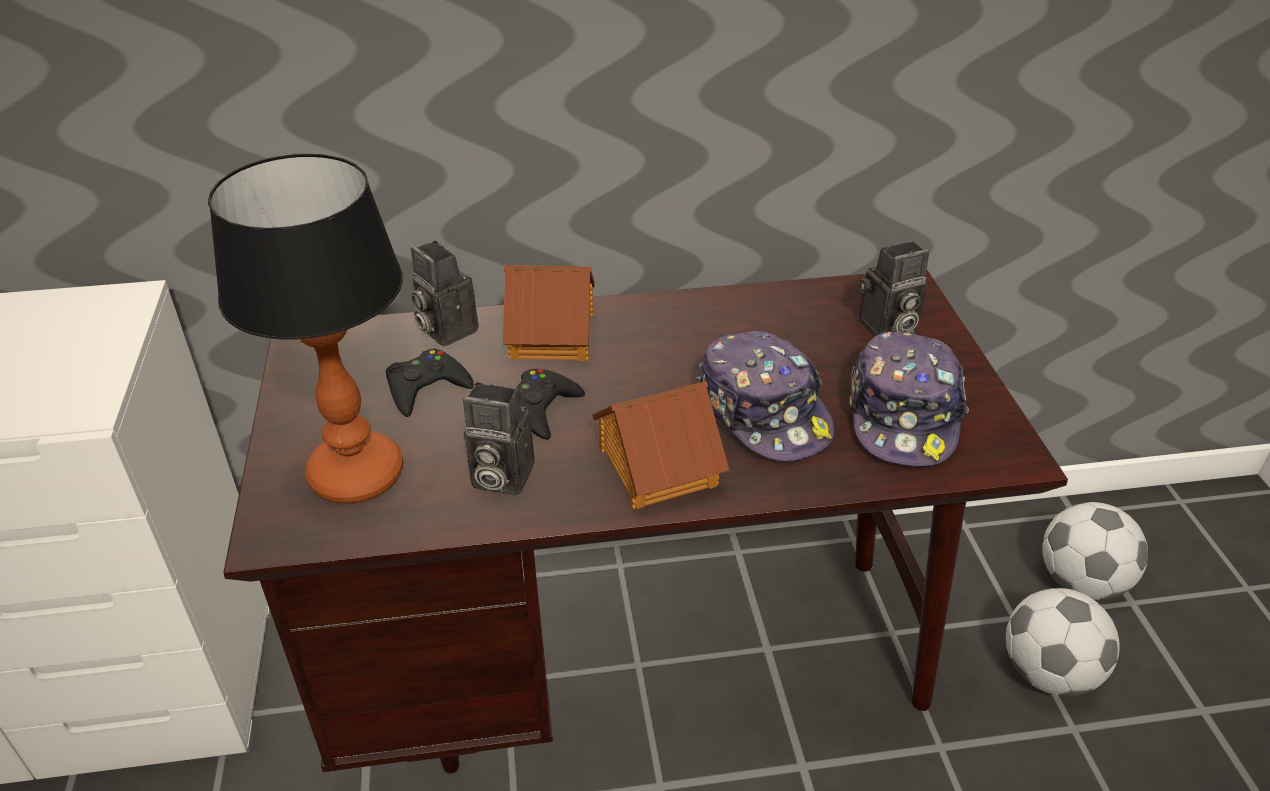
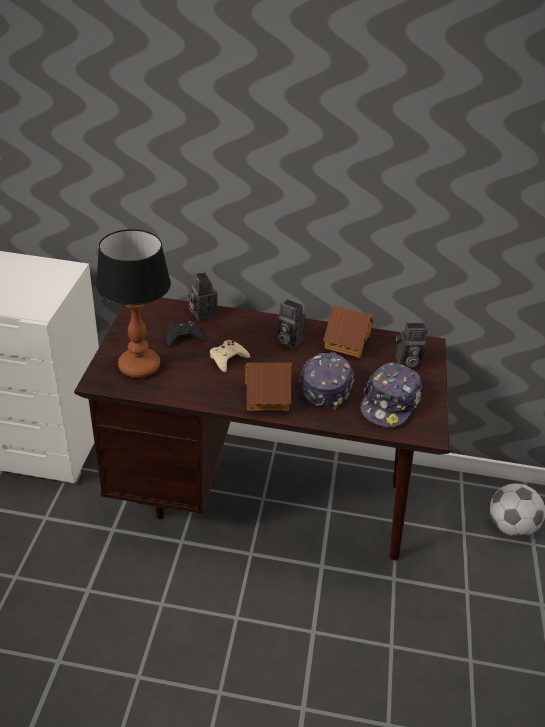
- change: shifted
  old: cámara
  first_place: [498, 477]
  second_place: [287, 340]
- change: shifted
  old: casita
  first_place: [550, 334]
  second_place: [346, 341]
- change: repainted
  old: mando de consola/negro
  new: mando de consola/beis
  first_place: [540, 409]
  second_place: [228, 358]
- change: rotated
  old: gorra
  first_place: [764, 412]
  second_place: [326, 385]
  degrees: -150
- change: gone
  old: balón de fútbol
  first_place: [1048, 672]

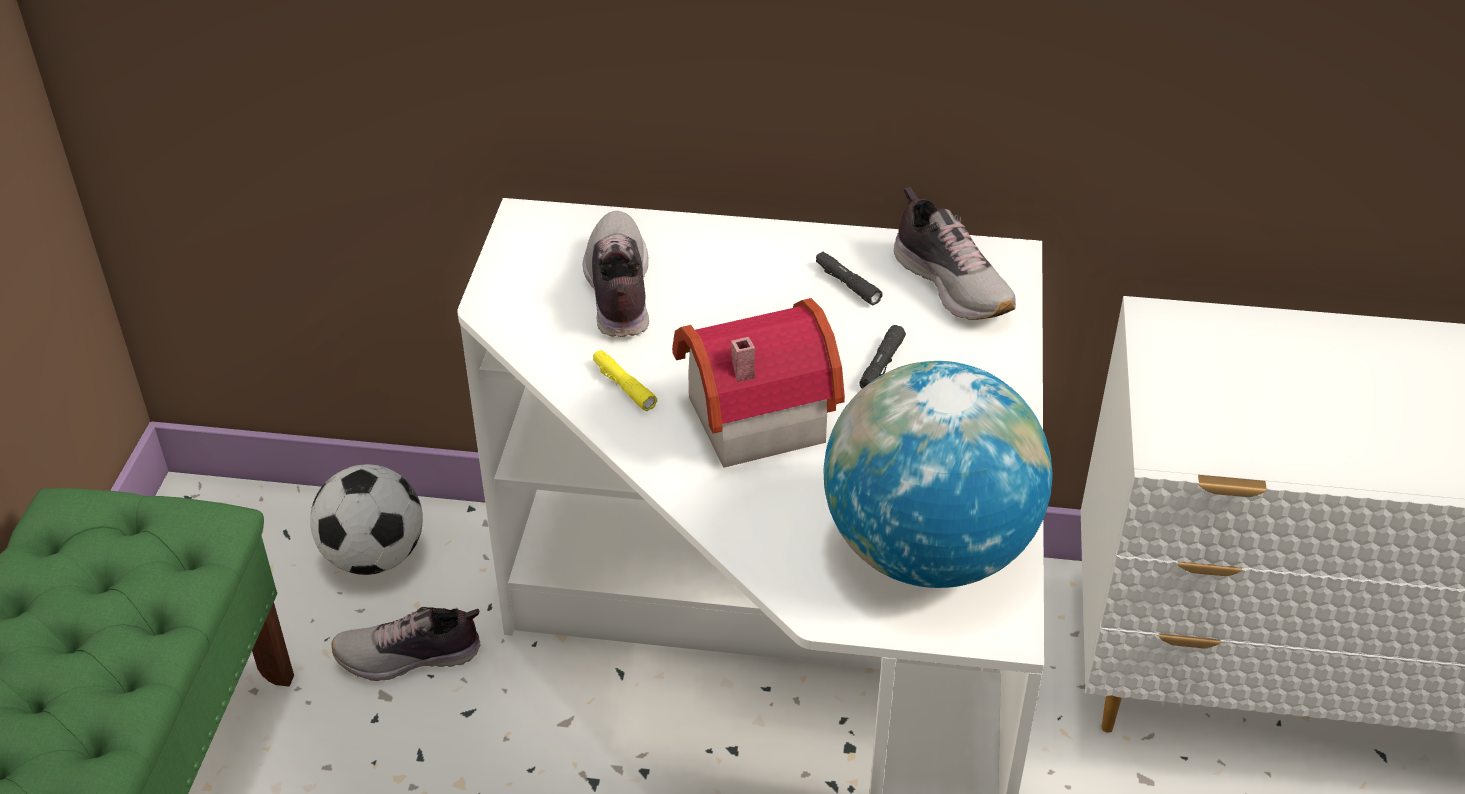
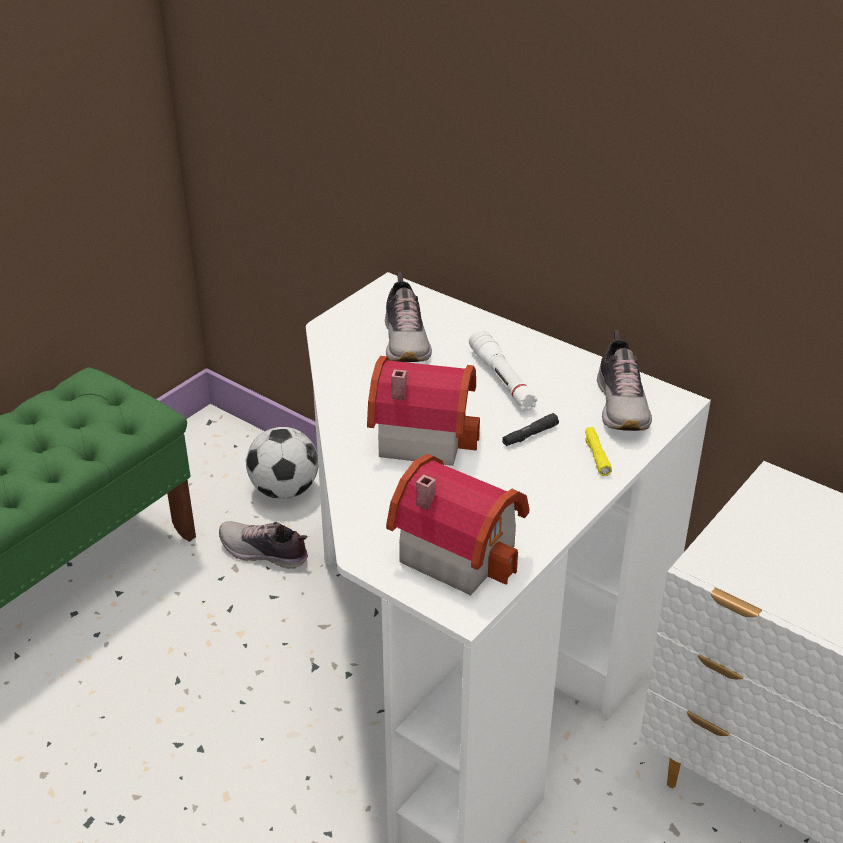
- change: rotated
  old: zapato
  first_place: [617, 290]
  second_place: [406, 341]
  degrees: 150
- change: shifted
  old: linterna/amarillo
  first_place: [623, 386]
  second_place: [596, 455]
- change: gone
  old: linterna/negro
  first_place: [847, 284]
- change: swapped
  old: globo terráqueo
  new: casita
  first_place: [927, 550]
  second_place: [458, 548]
- change: new
  new: linterna/blanco
  second_place: [502, 379]

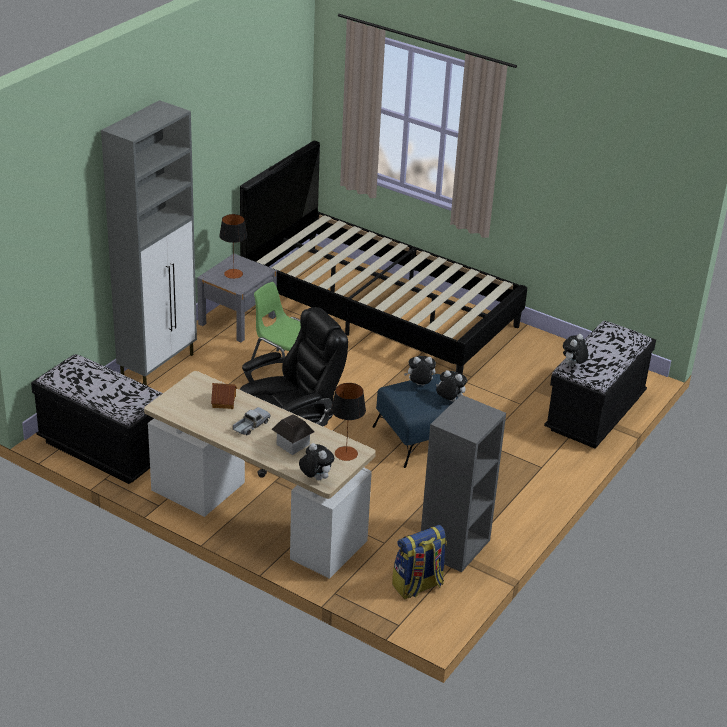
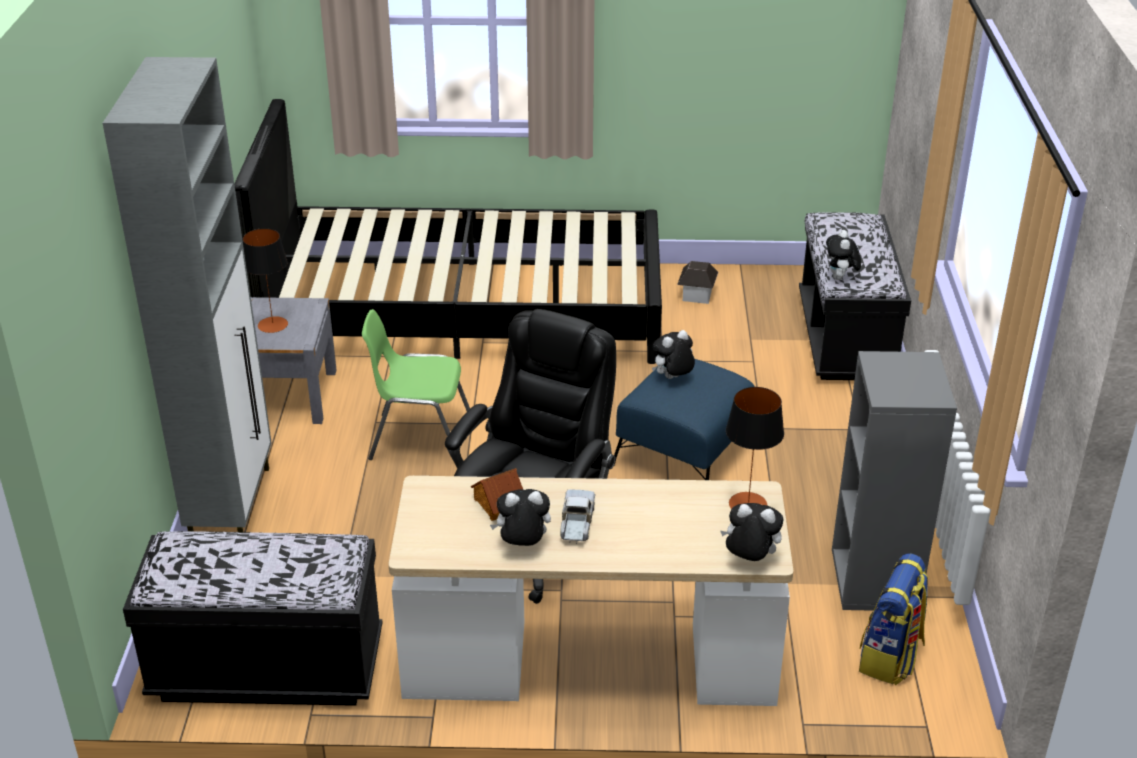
- change: shifted
  old: casita
  first_place: [292, 444]
  second_place: [696, 295]
- change: shifted
  old: peluche
  first_place: [449, 400]
  second_place: [522, 545]

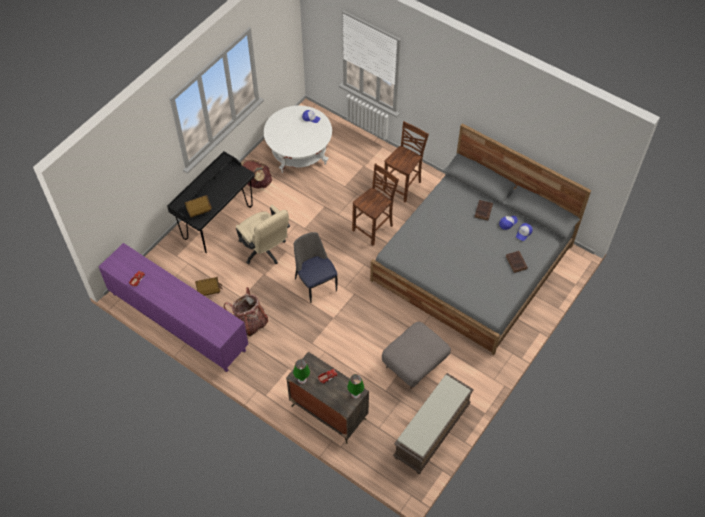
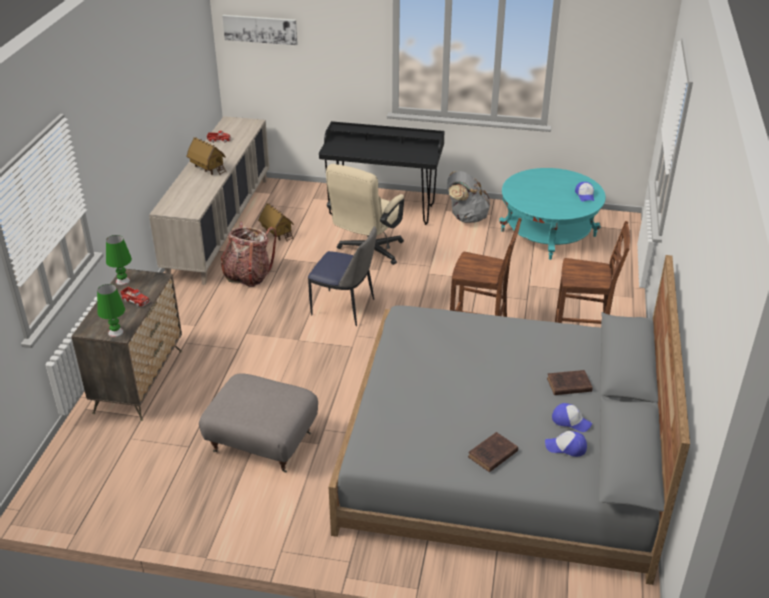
- change: repainted
  old: armario/morado
  new: armario/beis
  first_place: [178, 322]
  second_place: [219, 227]
- change: shifted
  old: casita
  first_place: [199, 211]
  second_place: [208, 169]
- change: repainted
  old: mochila/marrón
  new: mochila/gris
  first_place: [255, 183]
  second_place: [466, 217]
- change: repainted
  old: mesa de centro/blanco
  new: mesa de centro/turquesa
  first_place: [299, 151]
  second_place: [548, 233]
- change: rotated
  old: silla
  first_place: [315, 283]
  second_place: [345, 308]
  degrees: 75
- change: gone
  old: banco/marrón
  first_place: [432, 432]
- change: new
  new: cuadro
  second_place: [260, 29]

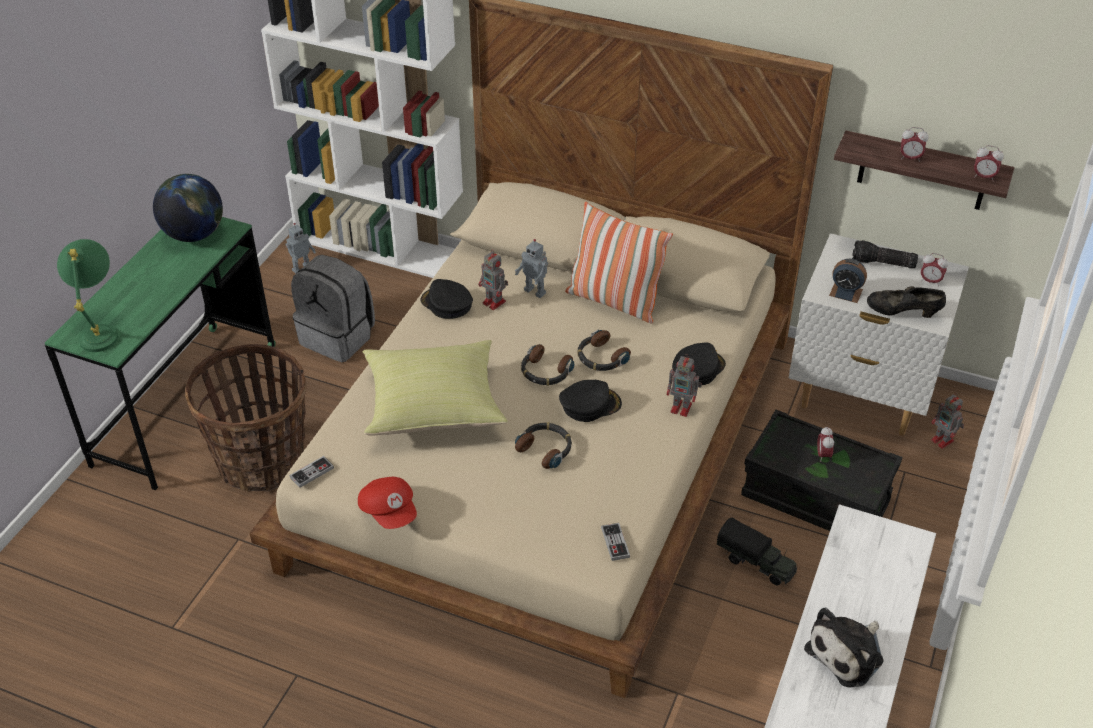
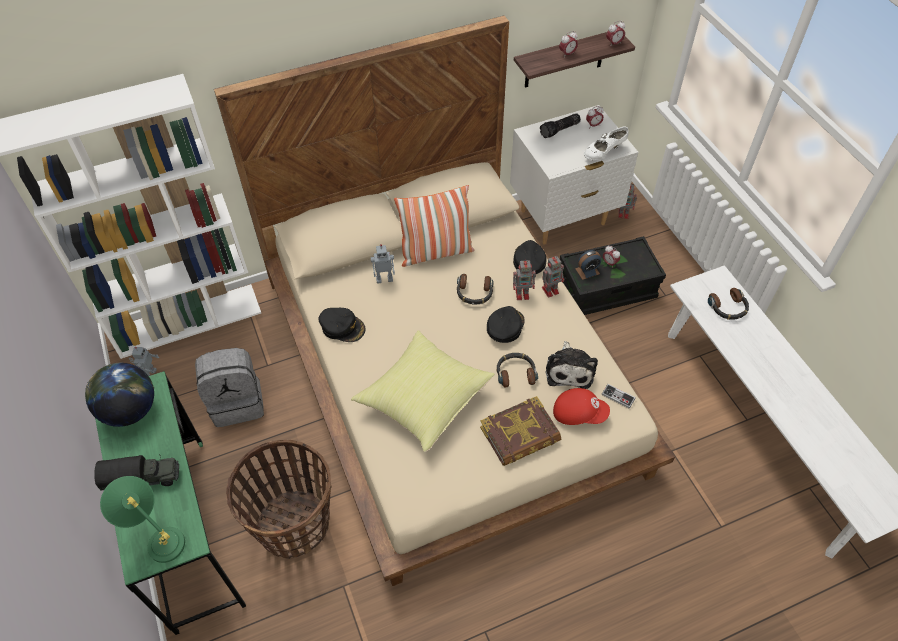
- change: gone
  old: mando de consola
  first_place: [312, 473]
- change: shifted
  old: gorra/rojo
  first_place: [390, 511]
  second_place: [579, 413]
- change: rotated
  old: gorra/negro
  first_place: [446, 304]
  second_place: [342, 327]
  degrees: -150
- change: shifted
  old: robot de juguete
  first_place: [495, 303]
  second_place: [523, 294]
- change: shifted
  old: auriculares
  first_place: [545, 372]
  second_place: [728, 308]
- change: shifted
  old: camión de juguete
  first_place: [756, 563]
  second_place: [143, 479]
- change: shifted
  old: peluche
  first_place: [848, 653]
  second_place: [569, 369]
- change: shifted
  old: despertador
  first_place: [846, 292]
  second_place: [587, 271]
- change: repainted
  old: zapato/negro
  new: zapato/blanco
  first_place: [902, 313]
  second_place: [604, 153]
- change: new
  new: libro
  second_place: [520, 435]

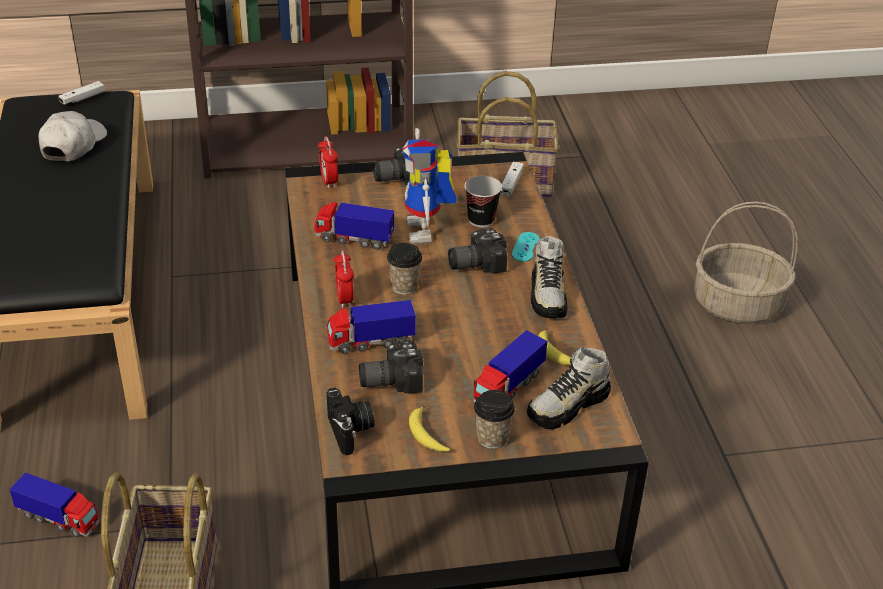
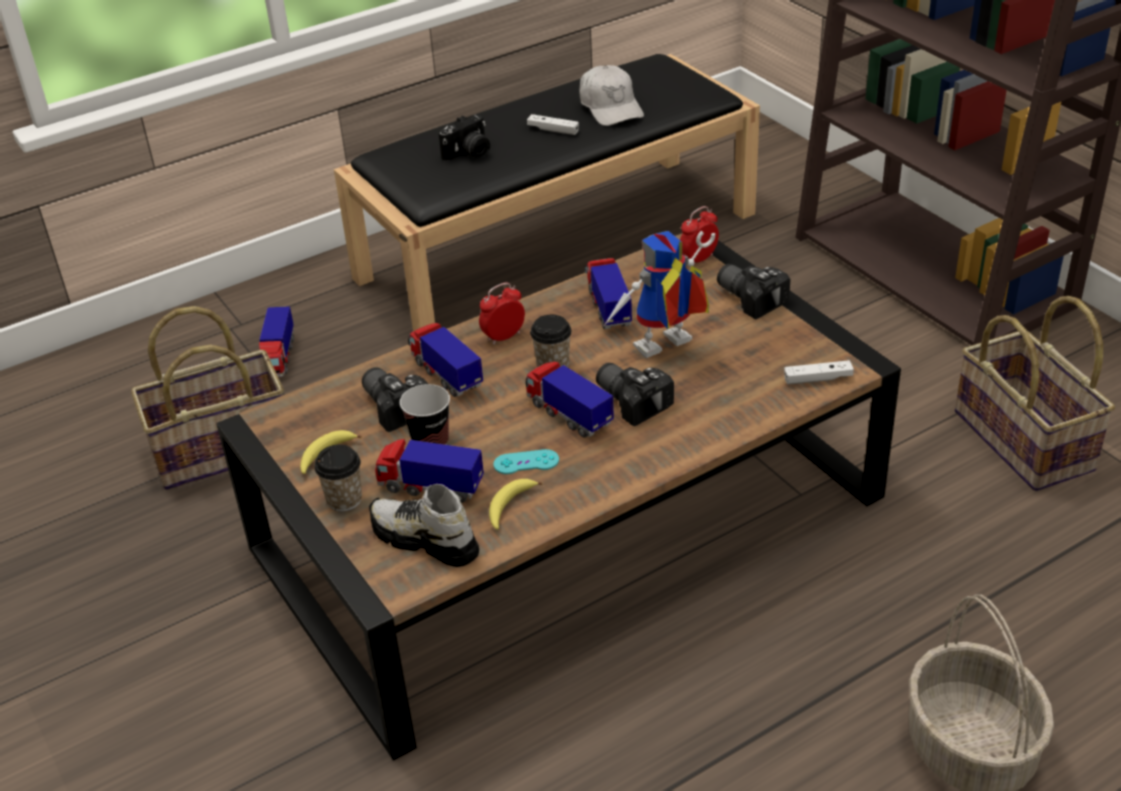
- change: rotated
  old: gorra/blanco
  first_place: [73, 145]
  second_place: [611, 107]
  degrees: 75
- change: shifted
  old: mando de consola/blanco
  first_place: [82, 98]
  second_place: [553, 130]
- change: shifted
  old: cámara
  first_place: [351, 431]
  second_place: [469, 154]
- change: shifted
  old: taza
  first_place: [481, 220]
  second_place: [430, 442]
- change: shifted
  old: mando de consola/turquesa
  first_place: [525, 247]
  second_place: [526, 462]
- change: gone
  old: zapato
  first_place: [548, 295]
- change: new
  new: camión de juguete
  second_place: [568, 415]

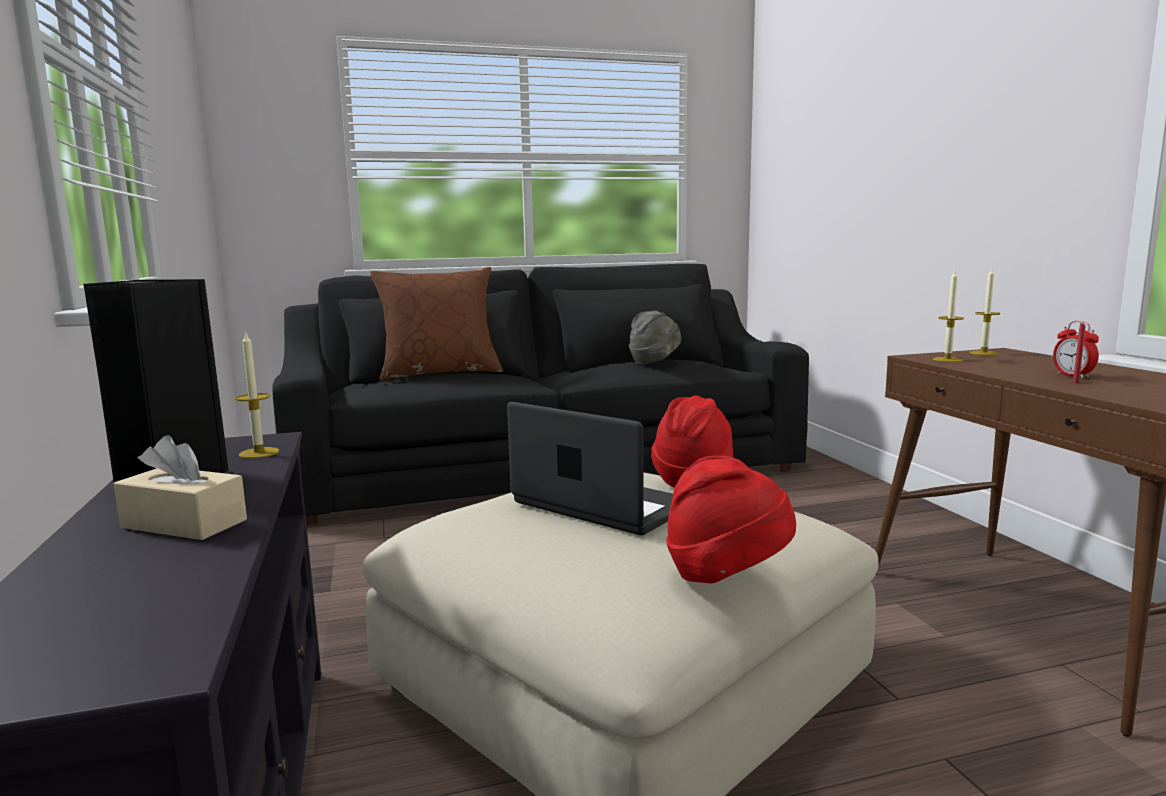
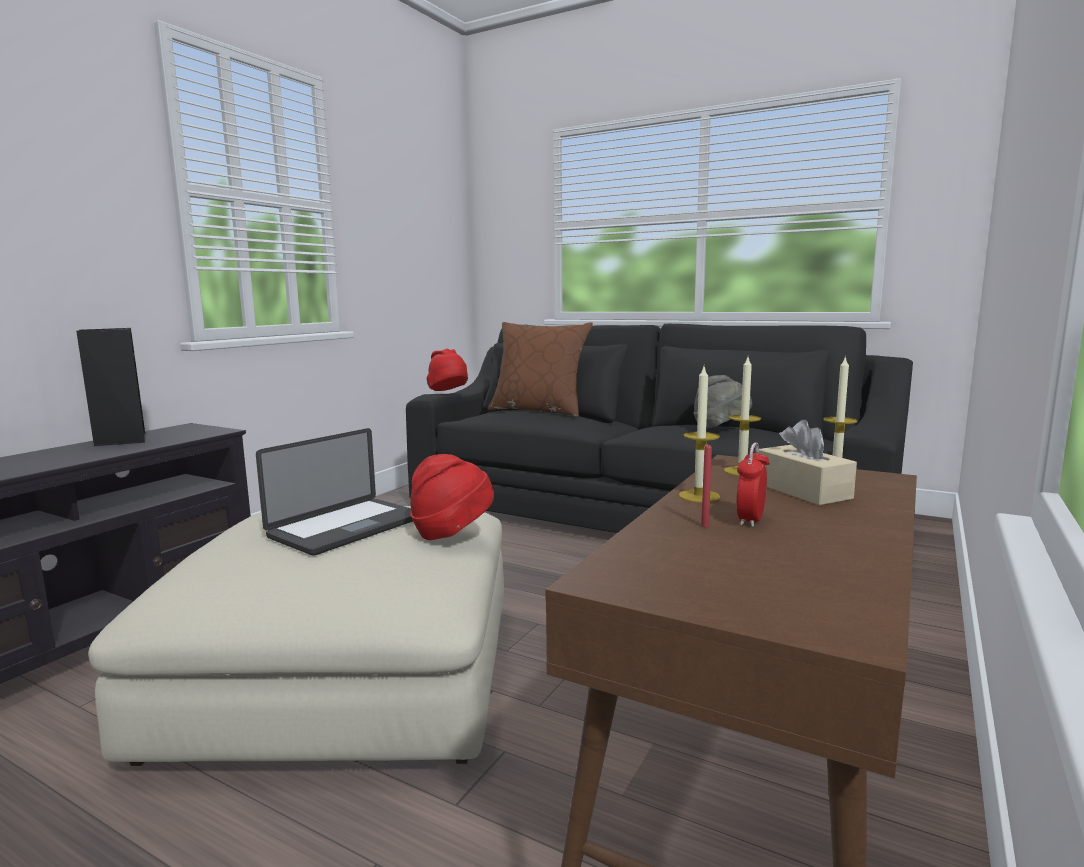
- change: shifted
  old: caja de pañuelos/beis
  first_place: [184, 523]
  second_place: [803, 491]
- change: shifted
  old: vela
  first_place: [259, 453]
  second_place: [699, 496]
- change: rotated
  old: portátil
  first_place: [602, 505]
  second_place: [346, 528]
  degrees: 45
- change: shifted
  old: sombrero/rojo
  first_place: [727, 575]
  second_place: [449, 392]

